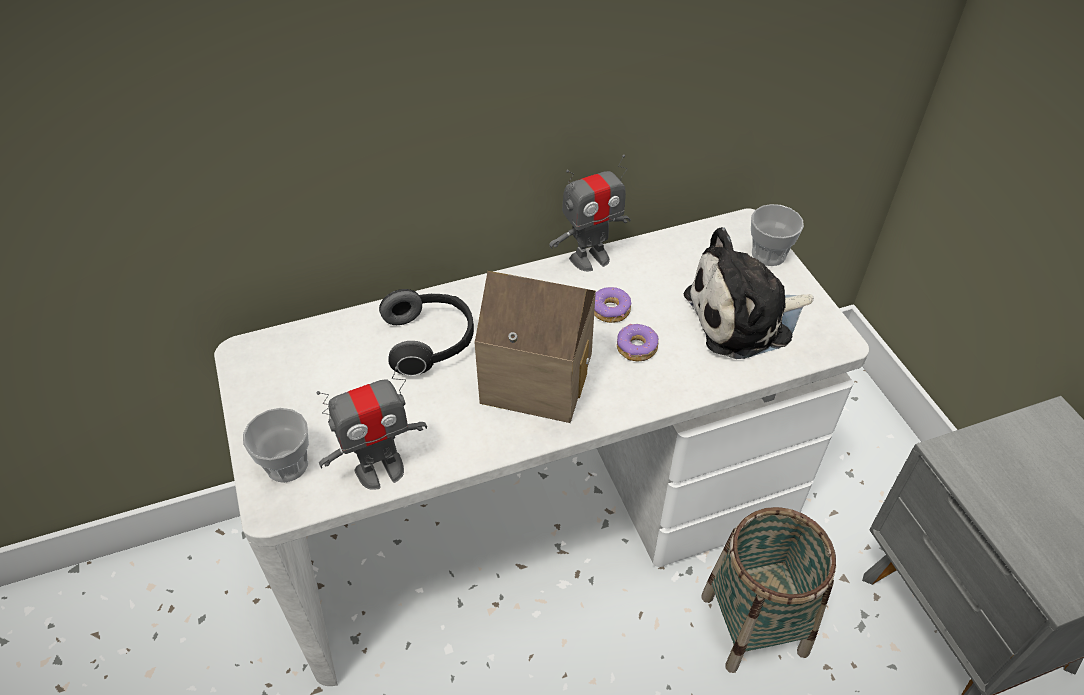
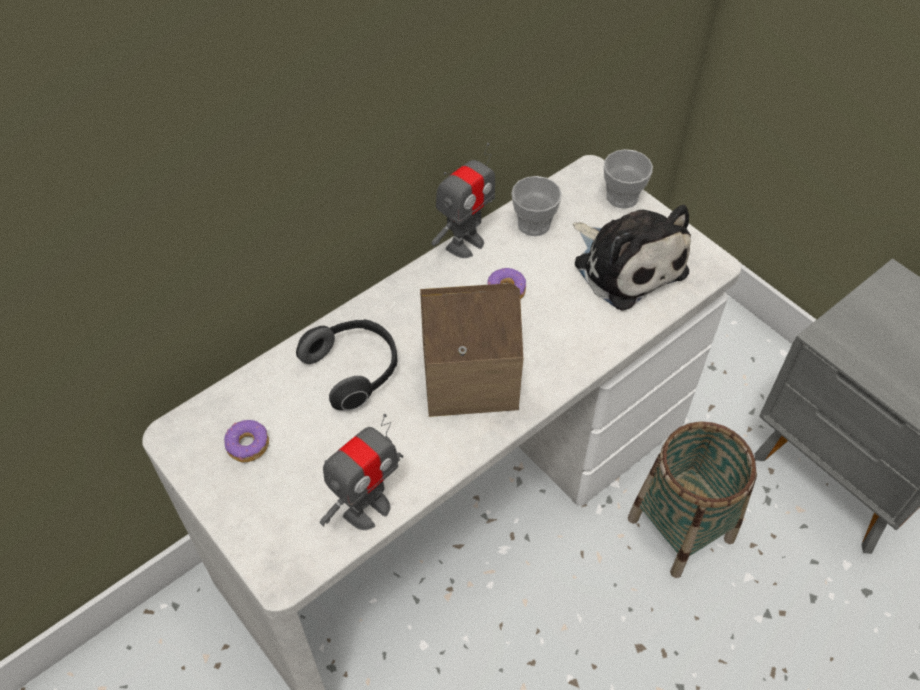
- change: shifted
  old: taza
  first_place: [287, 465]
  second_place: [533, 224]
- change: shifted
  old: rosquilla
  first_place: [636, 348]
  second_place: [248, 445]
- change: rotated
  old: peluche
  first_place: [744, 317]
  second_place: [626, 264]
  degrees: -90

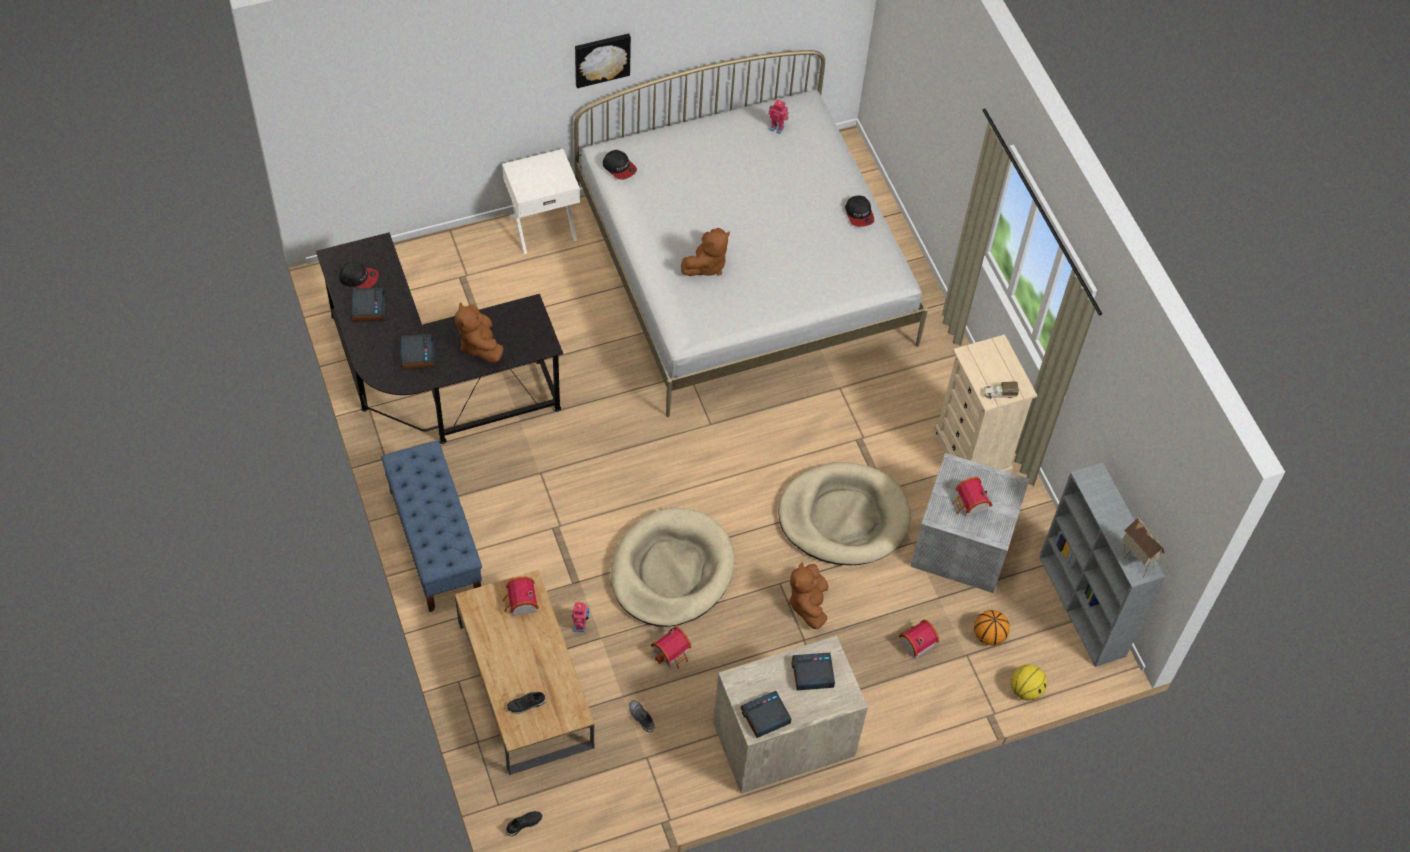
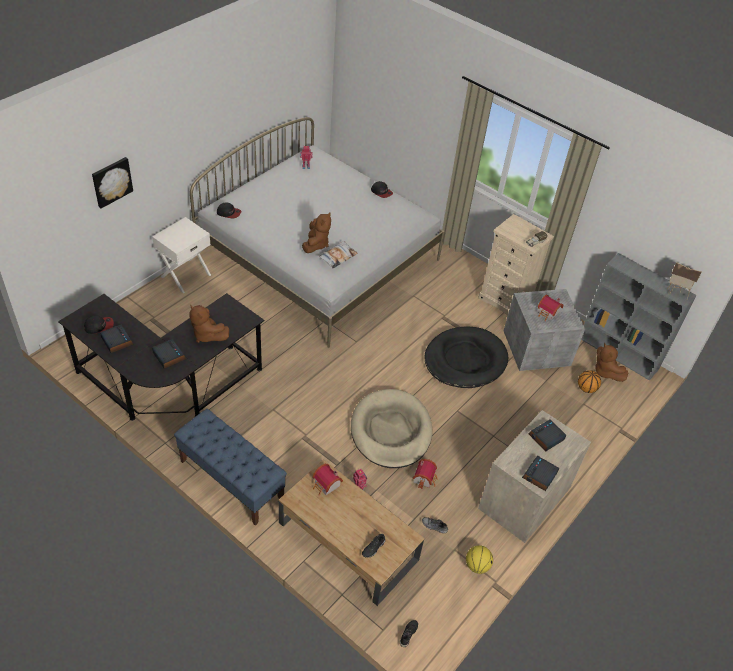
- change: shifted
  old: cuadro
  first_place: [601, 58]
  second_place: [111, 181]
- change: repainted
  old: cama para perro/beis
  new: cama para perro/negro
  first_place: [843, 517]
  second_place: [465, 360]
- change: shifted
  old: peluche/marrón
  first_place: [808, 604]
  second_place: [605, 372]
- change: gone
  old: casita
  first_place: [915, 643]
- change: shifted
  old: balón de baloncesto
  first_place: [1026, 689]
  second_place: [477, 565]
- change: new
  new: cojín
  second_place: [338, 257]

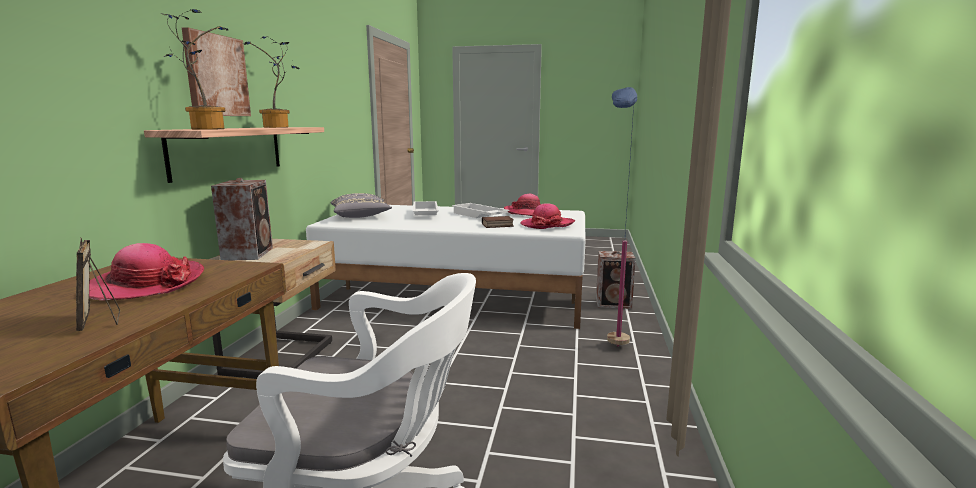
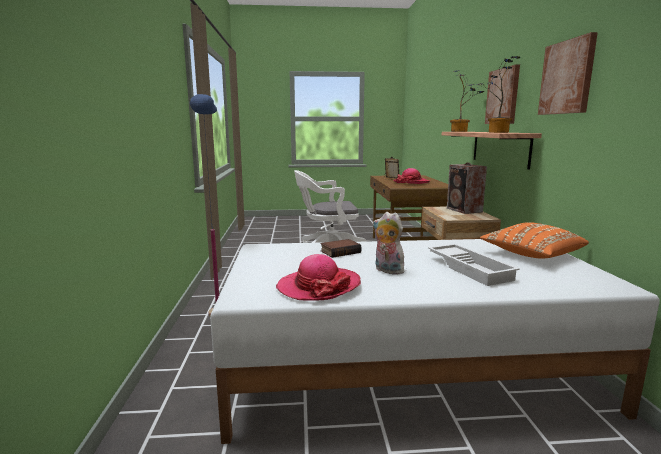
- change: repainted
  old: cojín/gris
  new: cojín/naranja
  first_place: [361, 216]
  second_place: [531, 255]
- change: swapped
  old: bandeja/blanco
  new: peluche
  first_place: [478, 215]
  second_place: [387, 270]
- change: gone
  old: sombrero
  first_place: [547, 225]
- change: gone
  old: altavoz
  first_place: [614, 304]
- change: new
  new: cuadro
  second_place: [567, 77]

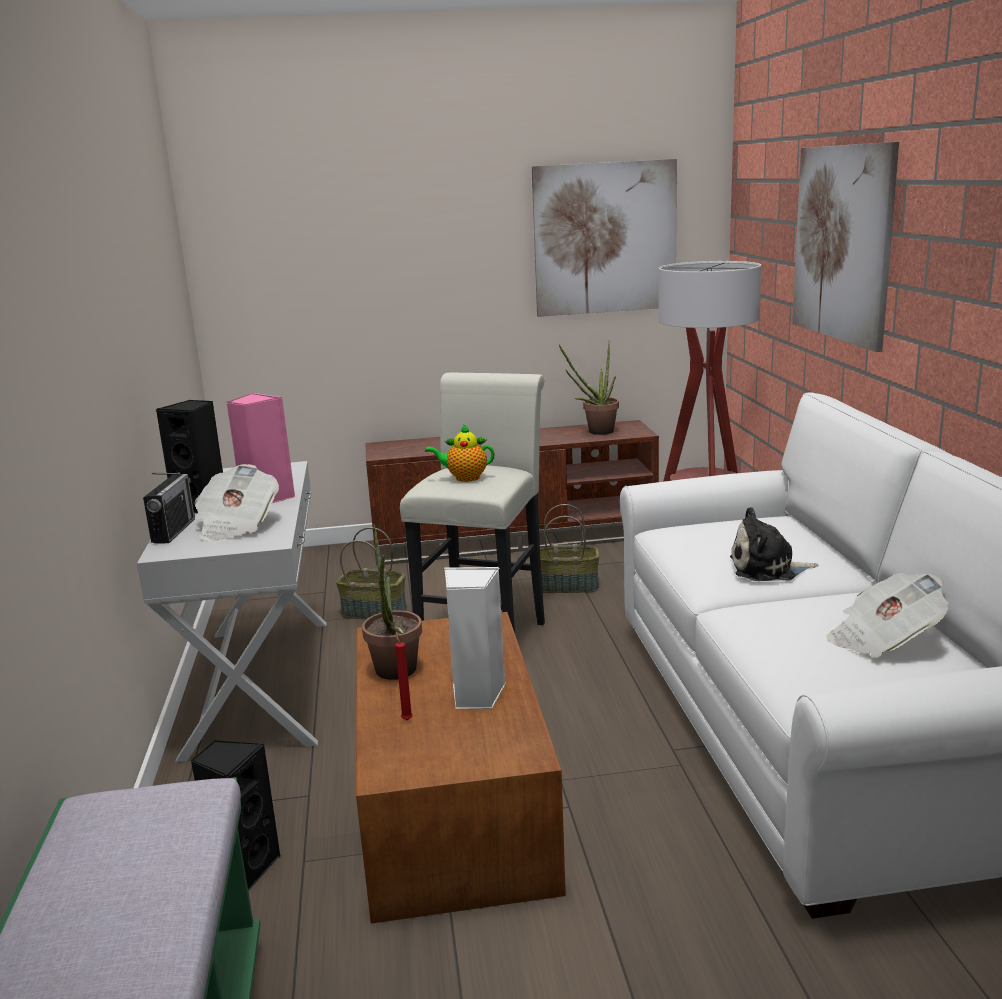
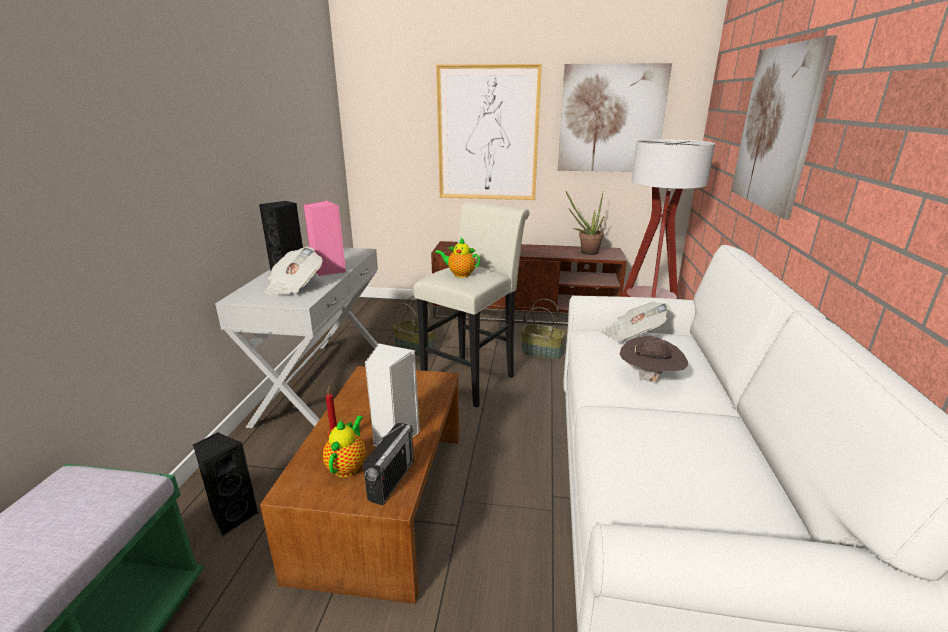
- change: shifted
  old: radio
  first_place: [174, 531]
  second_place: [391, 480]
- change: gone
  old: planta en maceta
  first_place: [396, 674]
- change: swapped
  old: peluche
  new: sombrero/marrón
  first_place: [767, 568]
  second_place: [649, 379]
- change: shifted
  old: periódico
  first_place: [883, 640]
  second_place: [632, 335]
- change: new
  new: tetera
  second_place: [348, 466]
- change: new
  new: cuadro
  second_place: [487, 134]

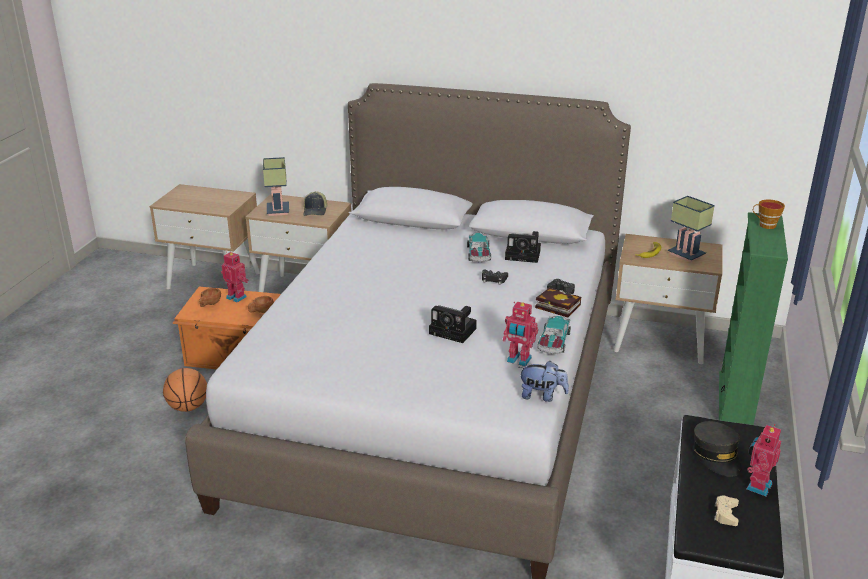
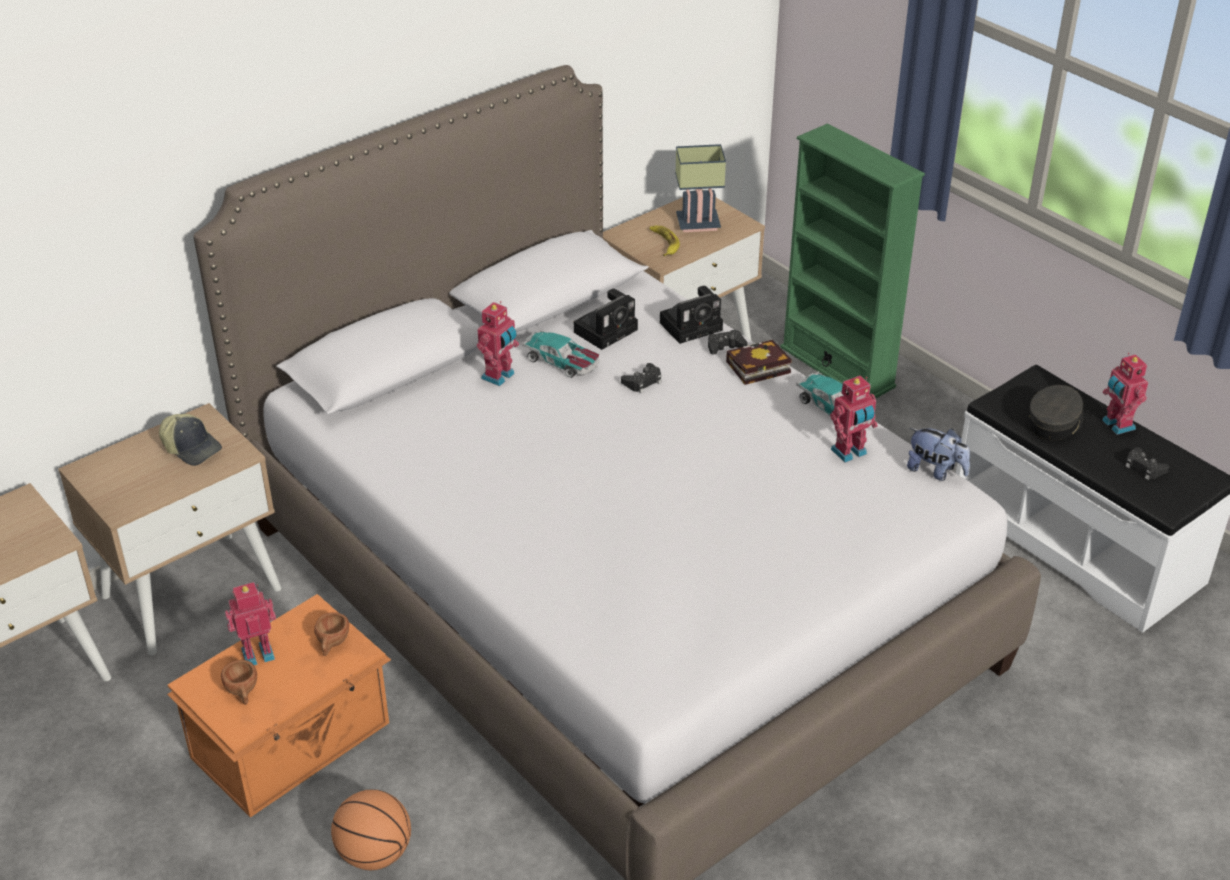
- change: gone
  old: lámpara de mesa
  first_place: [279, 211]
- change: shifted
  old: cámara
  first_place: [454, 331]
  second_place: [693, 325]
- change: rotated
  old: peluche
  first_place: [542, 396]
  second_place: [935, 471]
  degrees: 75
- change: rotated
  old: gorra/gris
  first_place: [716, 456]
  second_place: [1055, 422]
  degrees: -75
- change: repainted
  old: mando de consola/beis
  new: mando de consola/negro
  first_place: [725, 514]
  second_place: [1144, 467]
- change: gone
  old: taza
  first_place: [765, 225]
- change: new
  new: robot de juguete
  second_place: [499, 377]

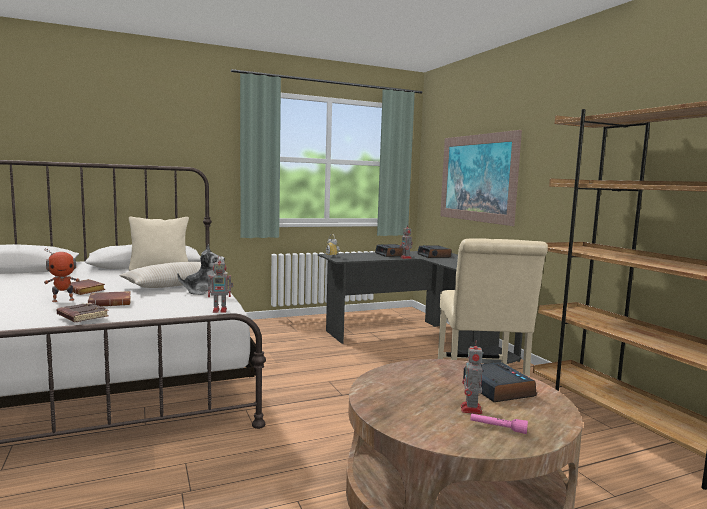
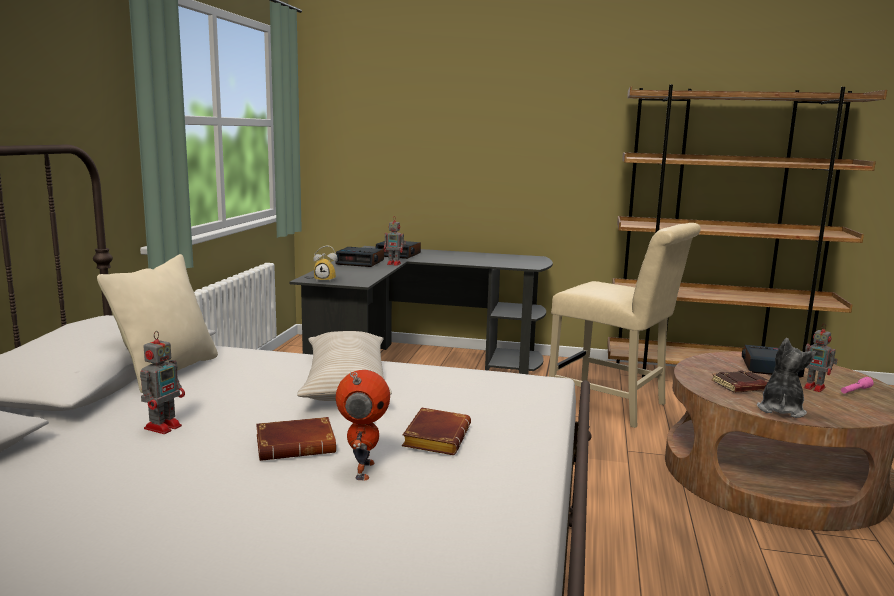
- change: shifted
  old: libro/marrón
  first_place: [81, 316]
  second_place: [741, 386]
- change: shifted
  old: peluche
  first_place: [203, 291]
  second_place: [780, 409]
- change: shifted
  old: robot de juguete
  first_place: [220, 310]
  second_place: [164, 426]
- change: gone
  old: cuadro
  first_place: [477, 178]

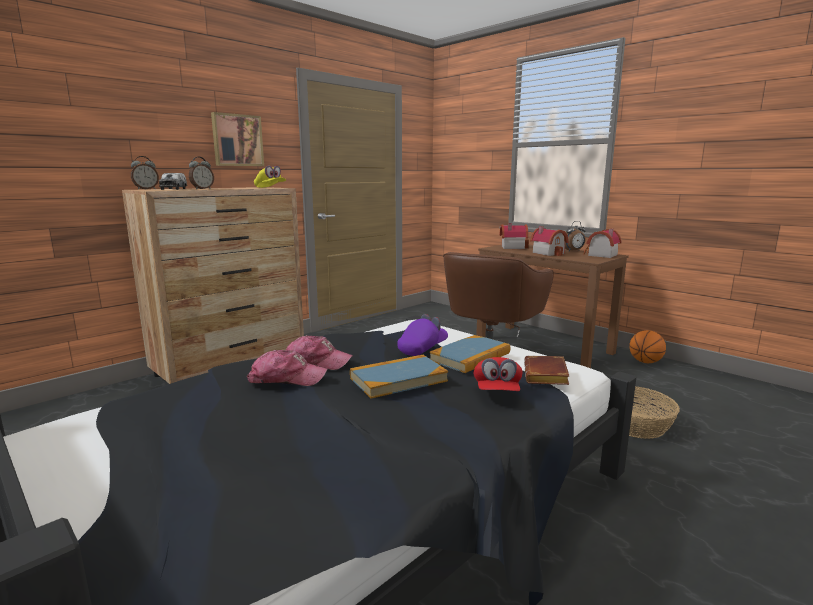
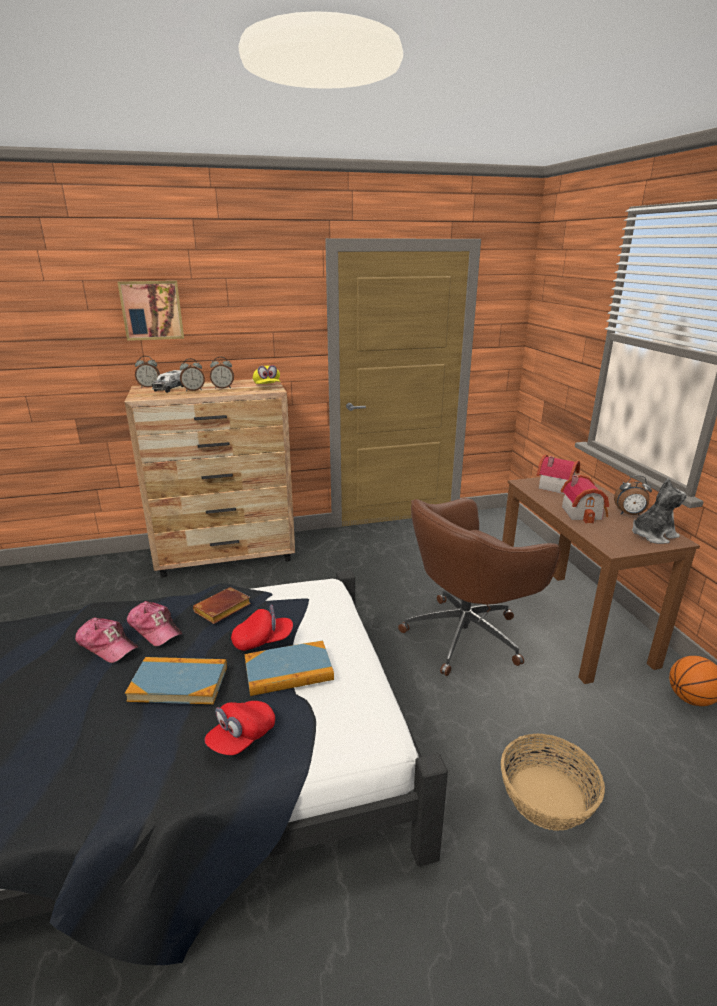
- change: shifted
  old: cuadro
  first_place: [237, 140]
  second_place: [152, 310]
- change: repainted
  old: gorra/morado
  new: gorra/rojo
  first_place: [422, 349]
  second_place: [263, 640]
- change: shifted
  old: libro/marrón
  first_place: [547, 376]
  second_place: [222, 610]
- change: swapped
  old: casita
  new: peluche
  first_place: [600, 255]
  second_place: [652, 535]
- change: new
  new: despertador
  second_place: [223, 388]

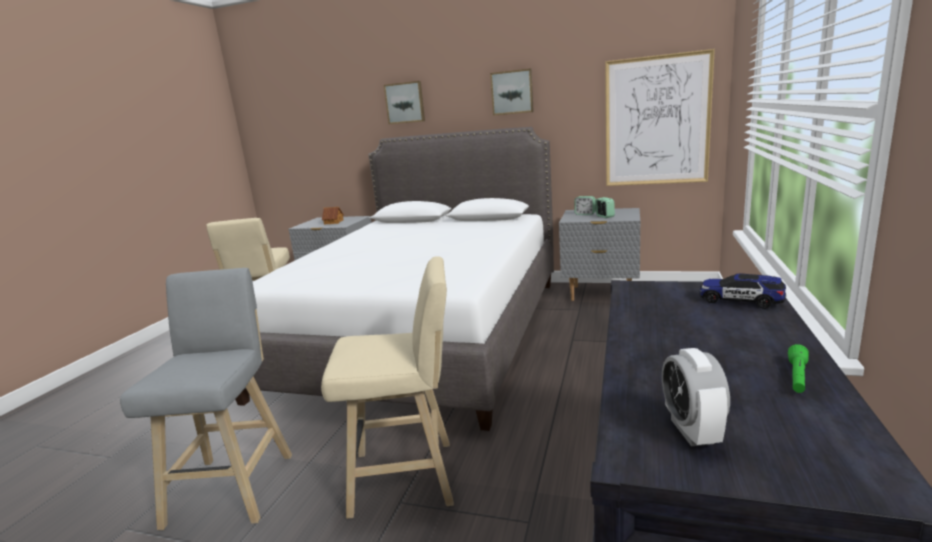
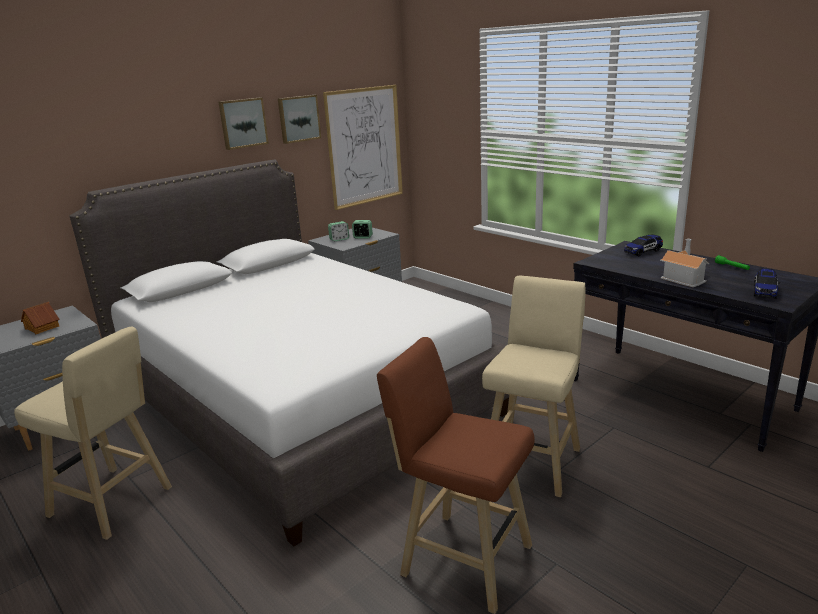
- change: repainted
  old: taburete/gris
  new: taburete/marrón
  first_place: [234, 485]
  second_place: [461, 558]
- change: shifted
  old: cuadro
  first_place: [405, 103]
  second_place: [298, 118]
- change: swapped
  old: despertador
  new: coche de juguete
  first_place: [692, 431]
  second_place: [764, 291]
- change: new
  new: casita
  second_place: [684, 277]

